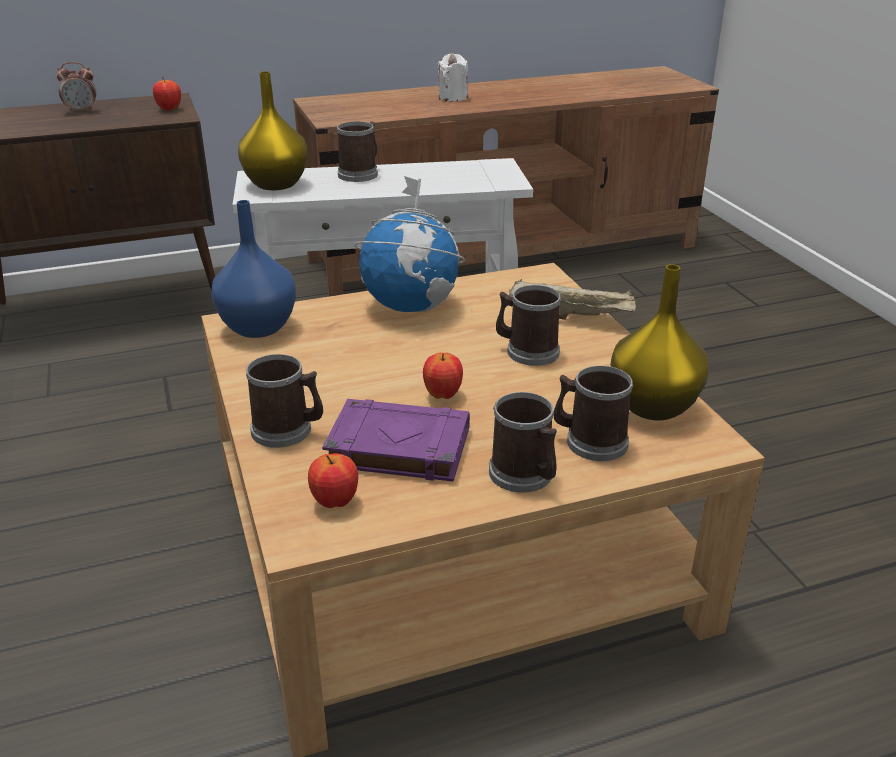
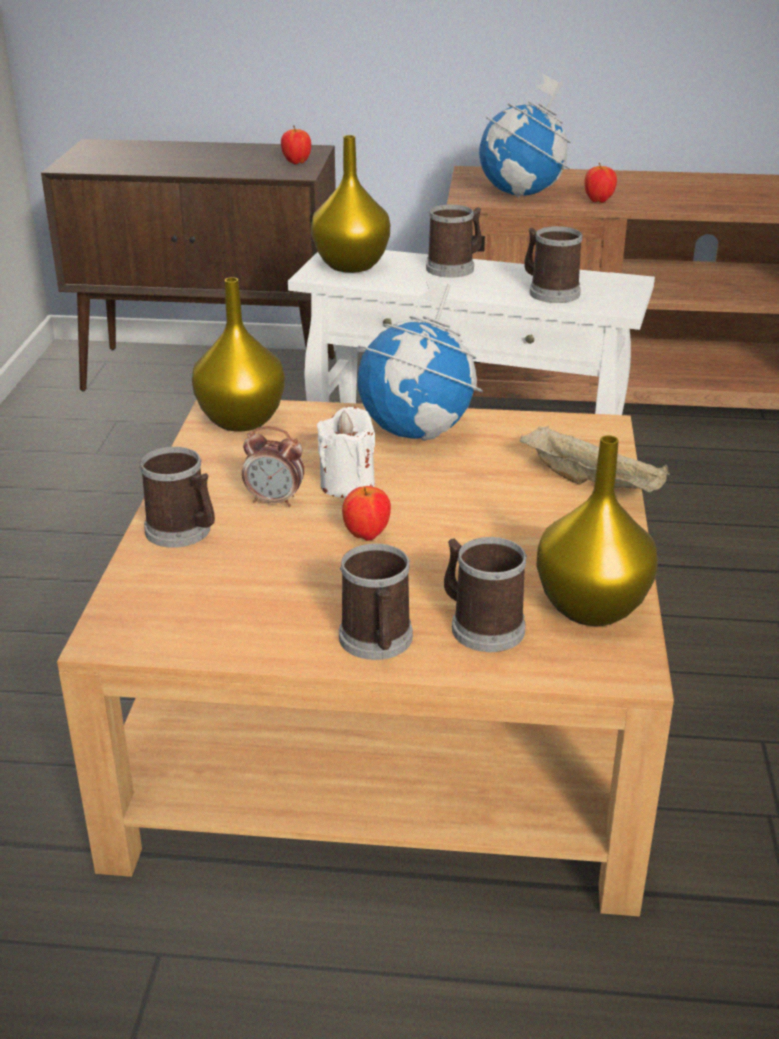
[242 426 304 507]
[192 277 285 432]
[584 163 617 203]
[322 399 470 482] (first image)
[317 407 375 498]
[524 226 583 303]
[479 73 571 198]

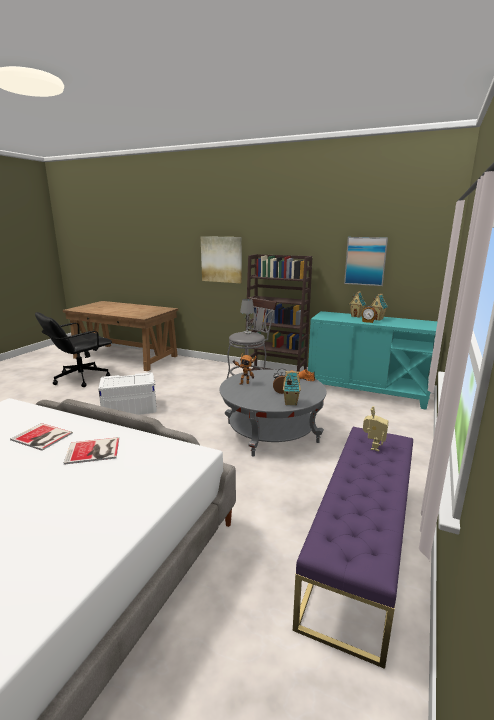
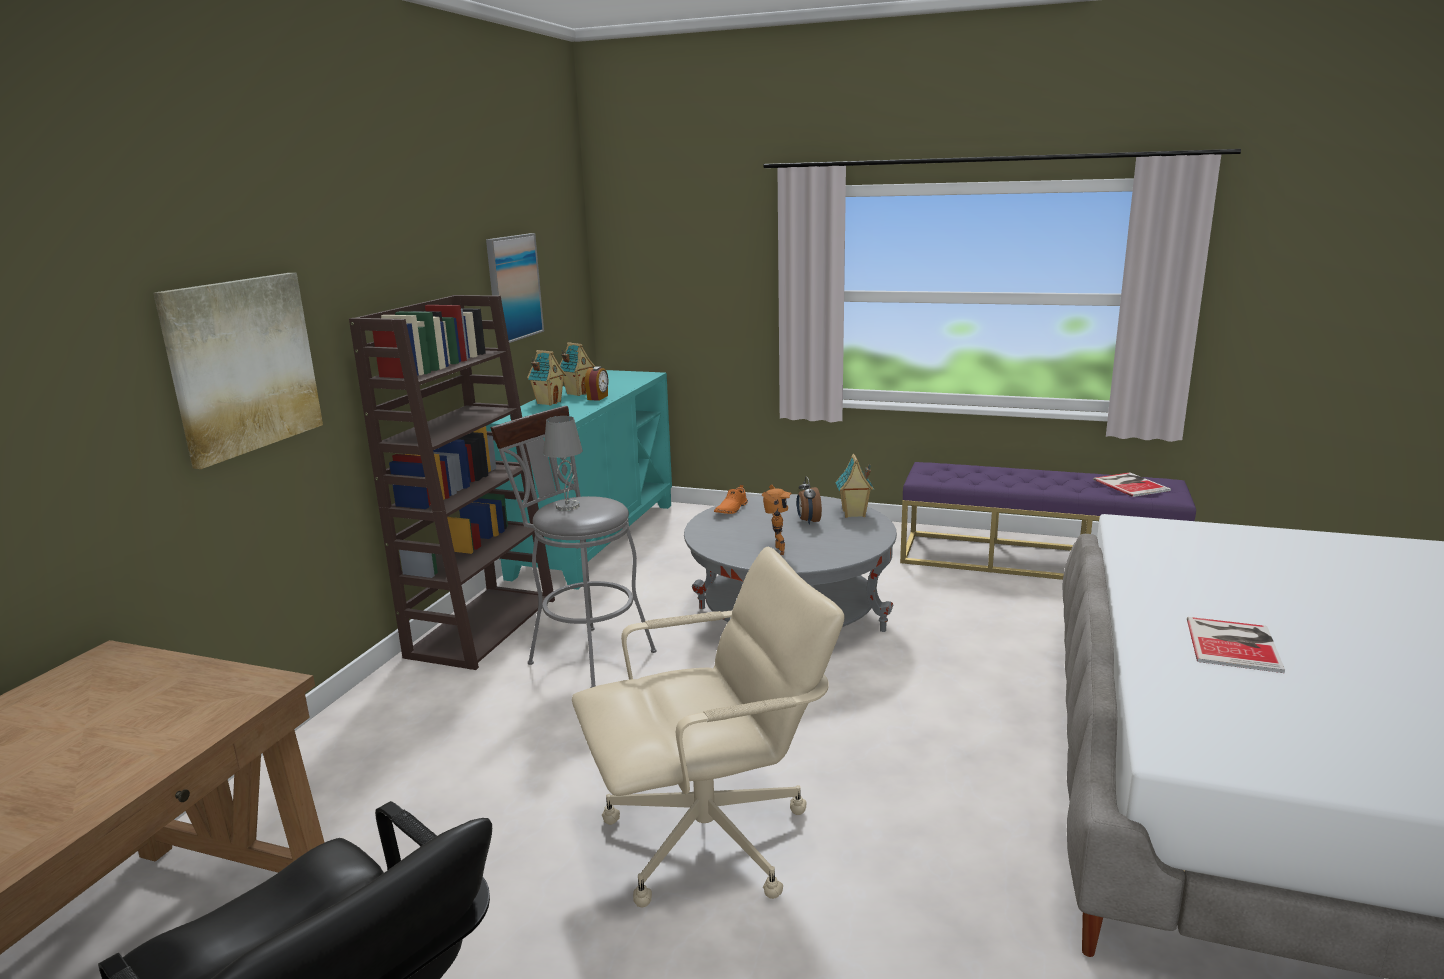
[1093 472 1171 497]
[572 547 845 908]
[363 406 388 451] (first image)

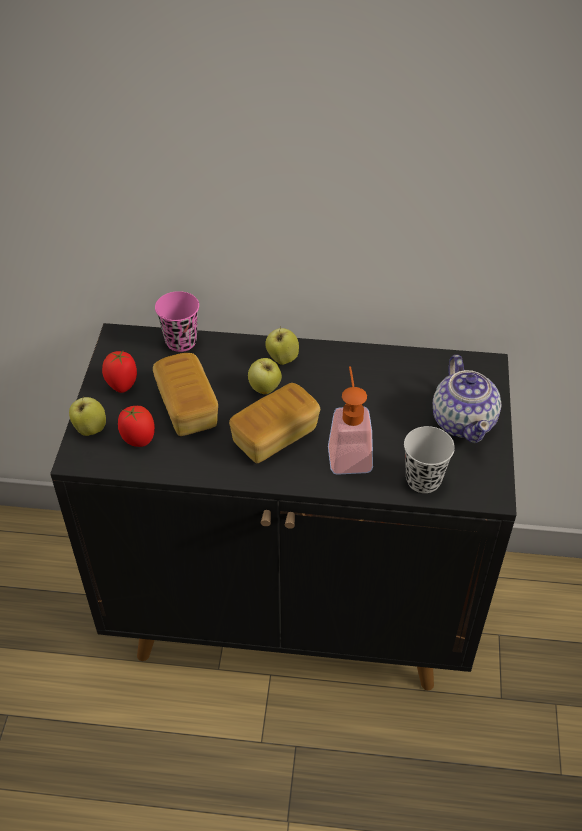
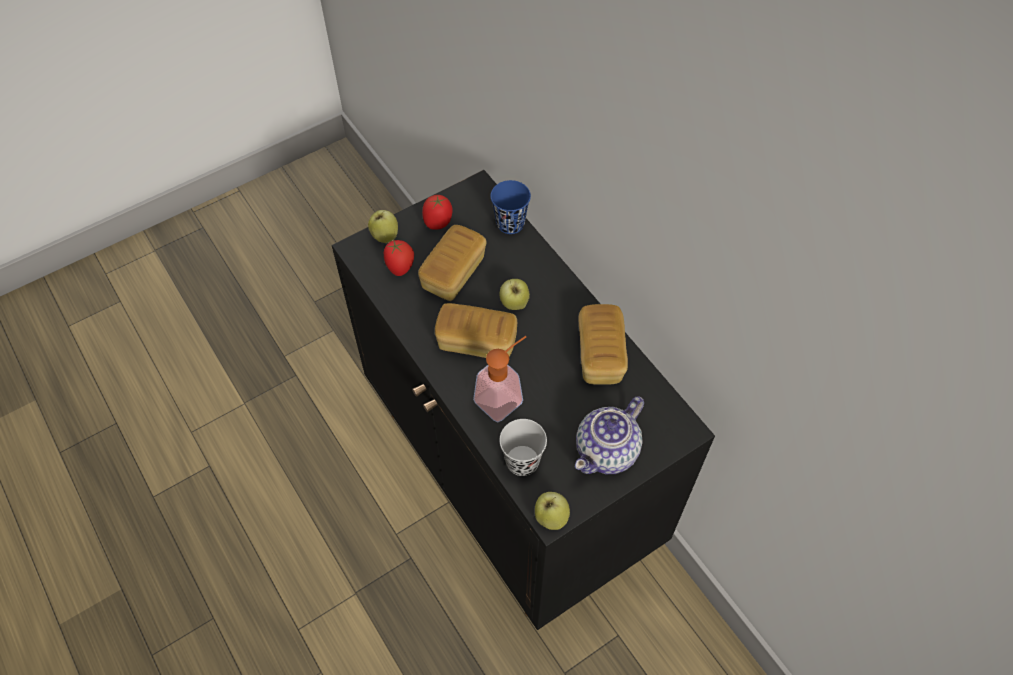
[491 180 531 234]
[535 492 570 530]
[578 304 628 385]

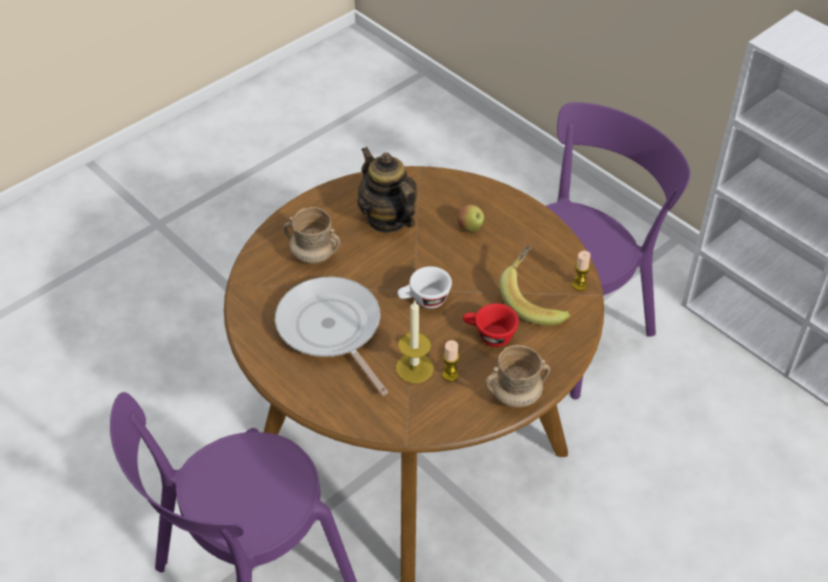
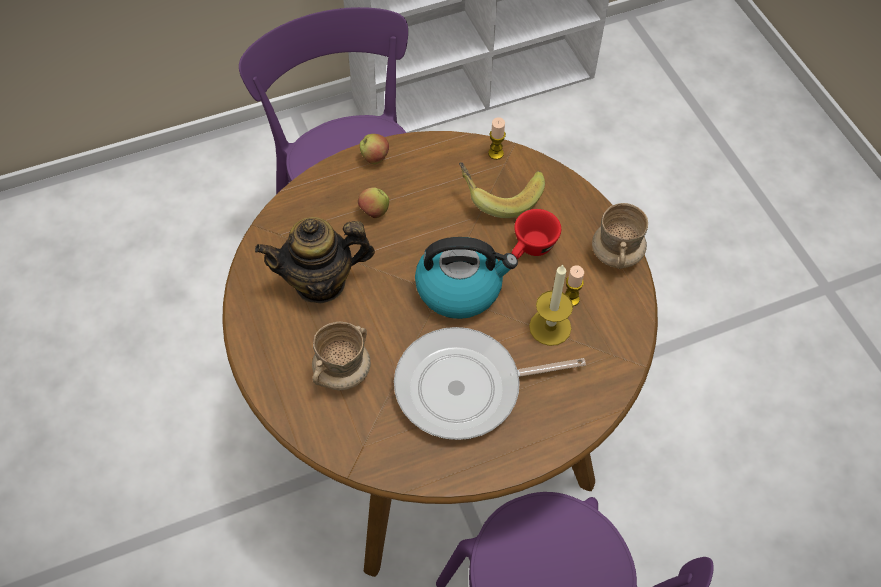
[415 237 518 319]
[360 134 389 164]

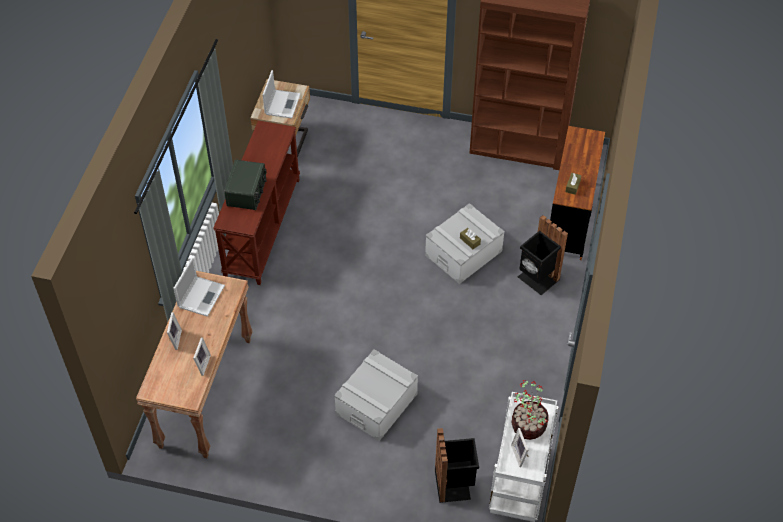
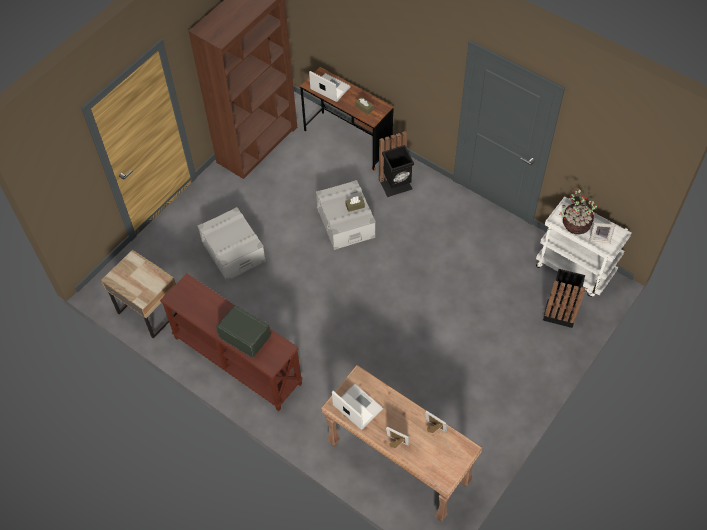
[309 71 351 102]
[198 207 266 281]

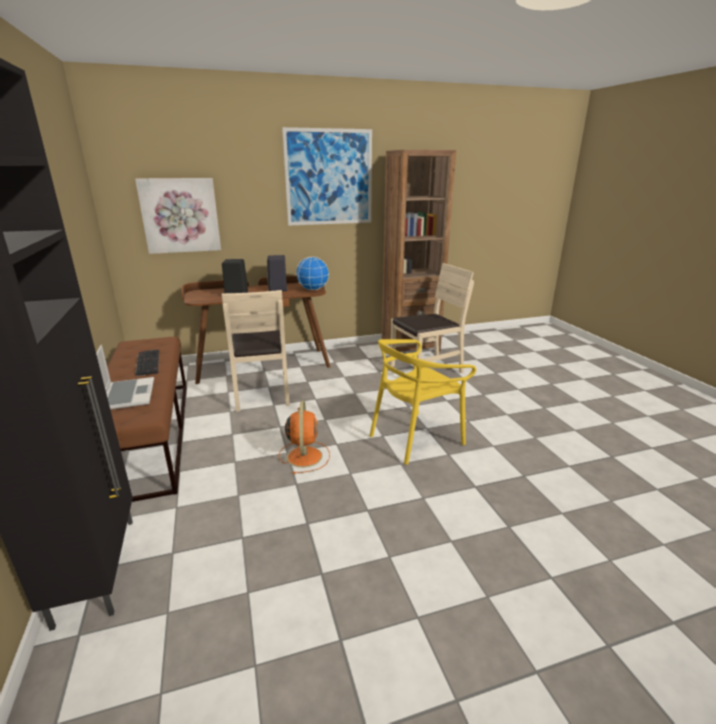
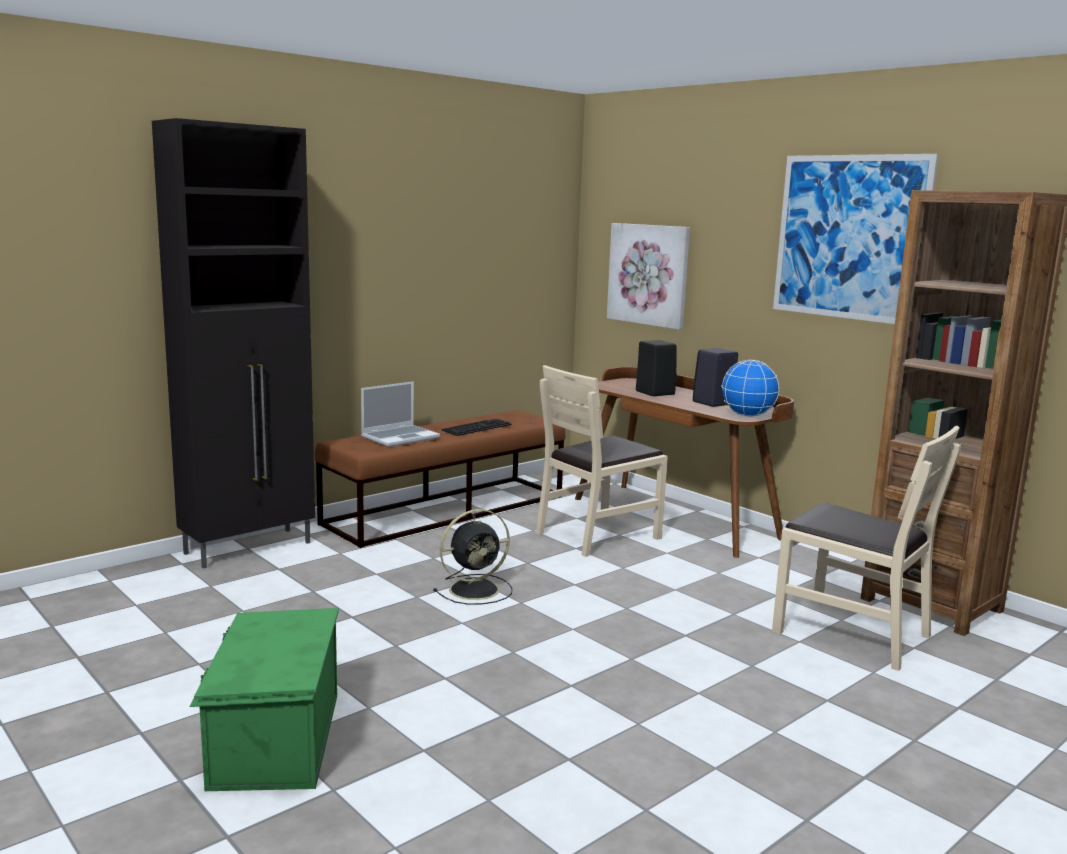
[433 509 512 605]
[370 339 476 465] (first image)
[189 608 339 791]

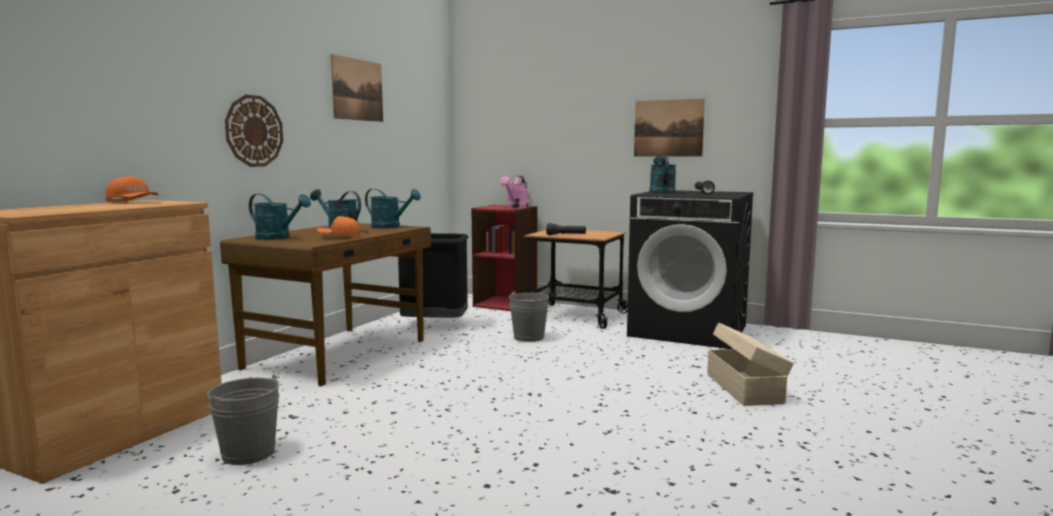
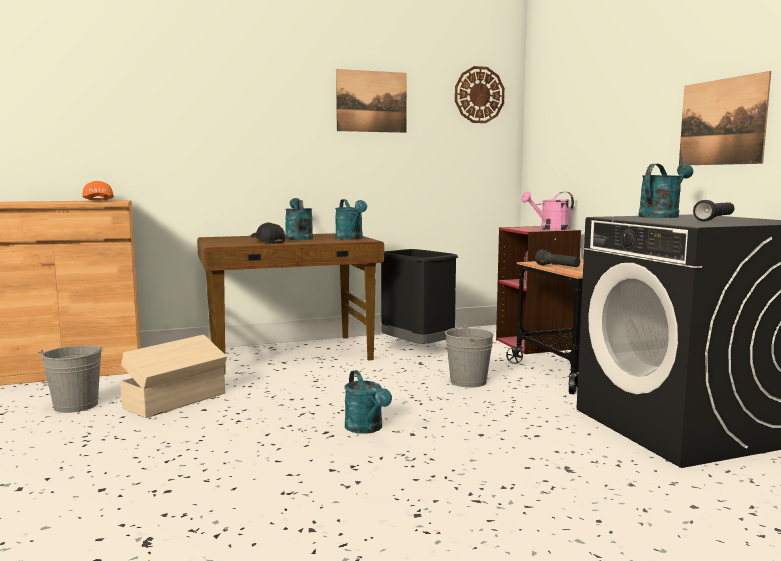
[455 66 505 123]
[344 370 392 434]
[250 222 285 244]
[120 335 227 418]

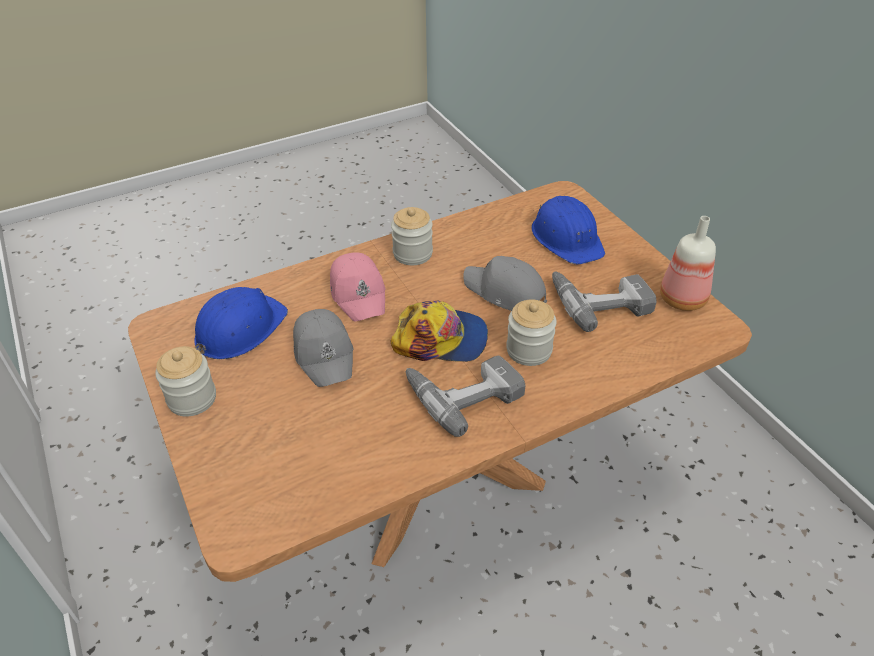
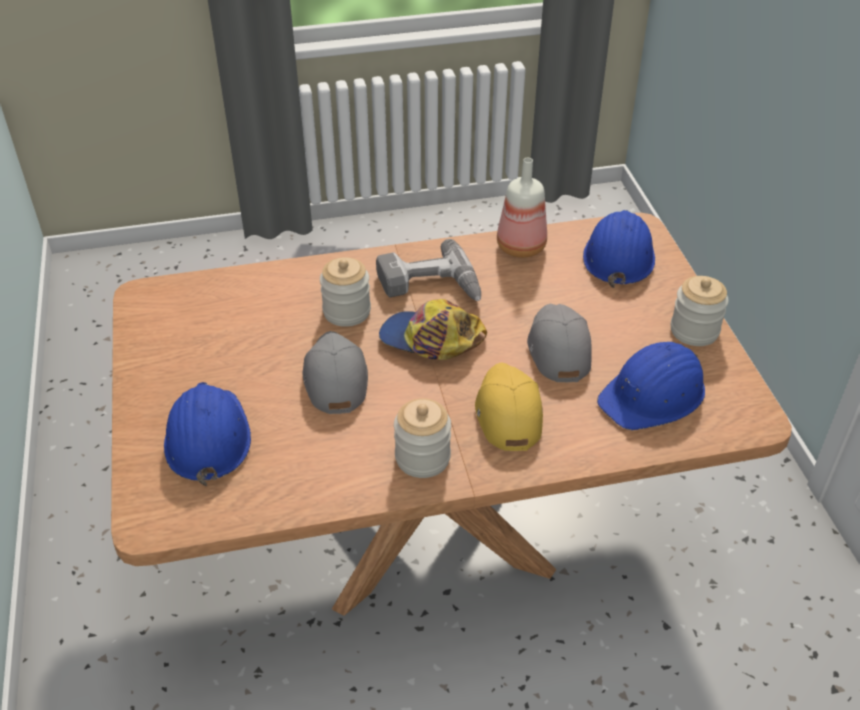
[475 362 543 451]
[303 331 368 414]
[552 271 657 332] (first image)
[497 158 547 258]
[583 210 655 288]

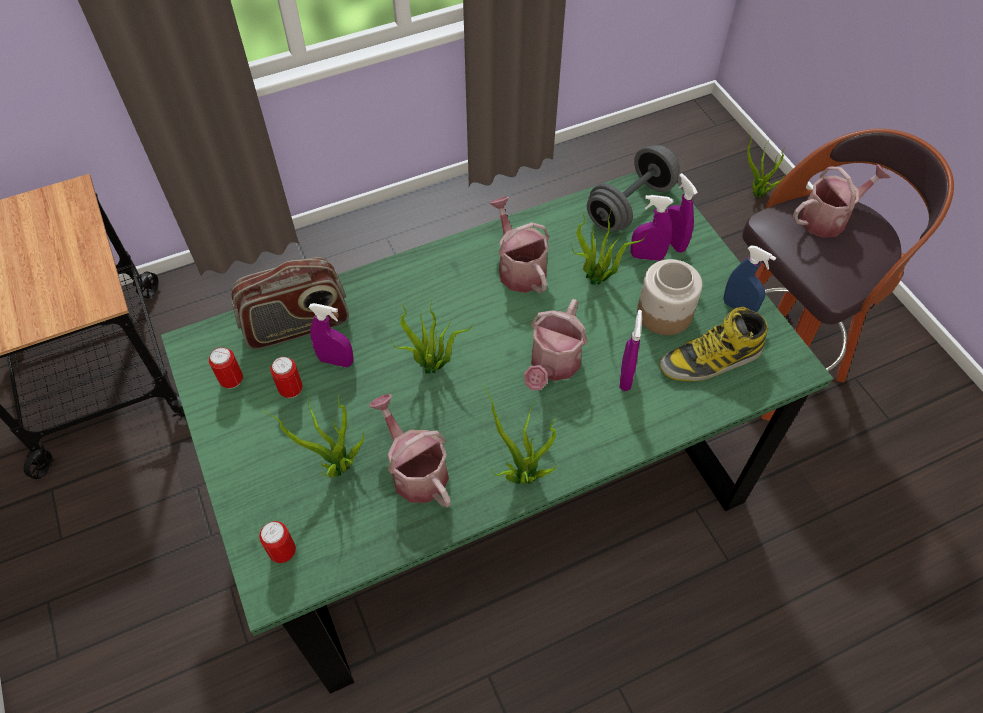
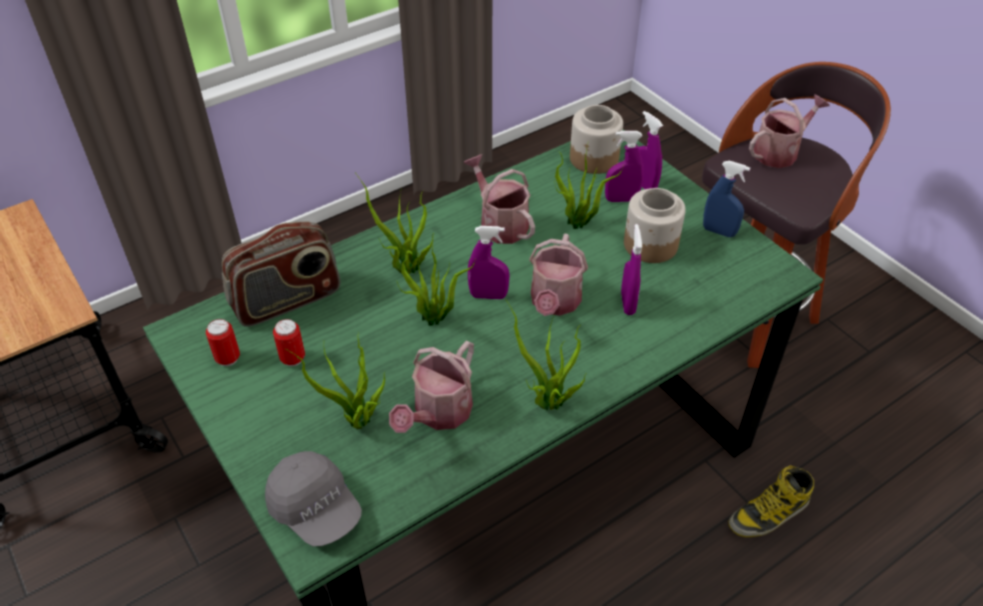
[265 451 362 546]
[468 226 509 299]
[389 341 474 433]
[570 105 623 174]
[728 465 815 537]
[356 174 433 274]

